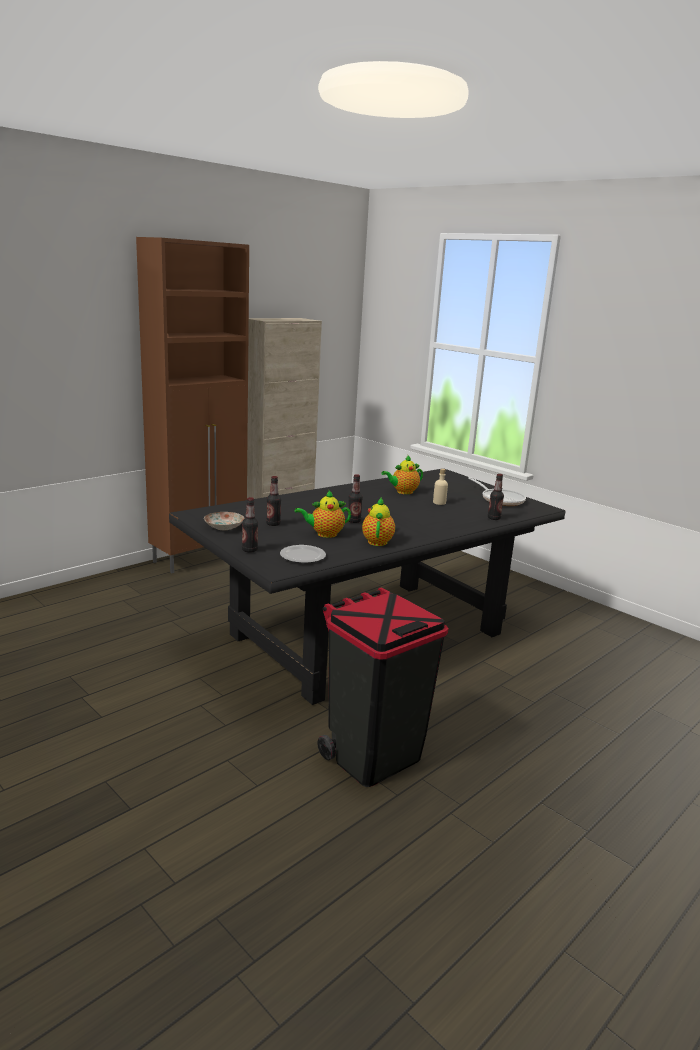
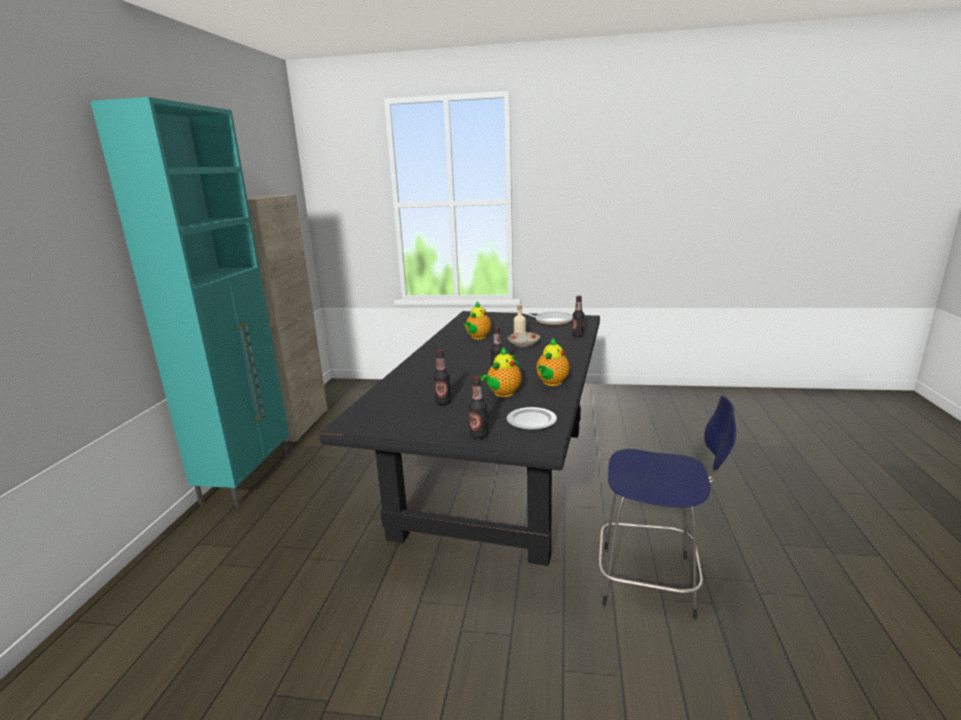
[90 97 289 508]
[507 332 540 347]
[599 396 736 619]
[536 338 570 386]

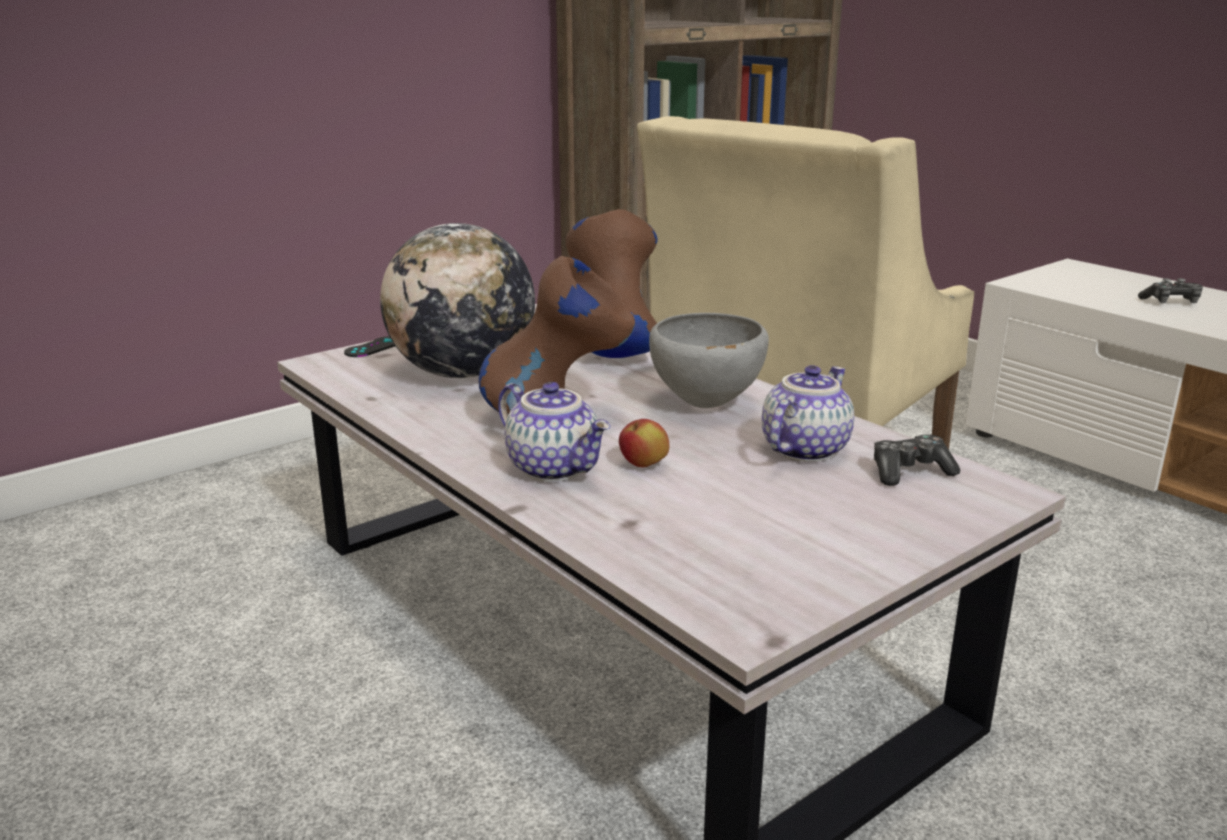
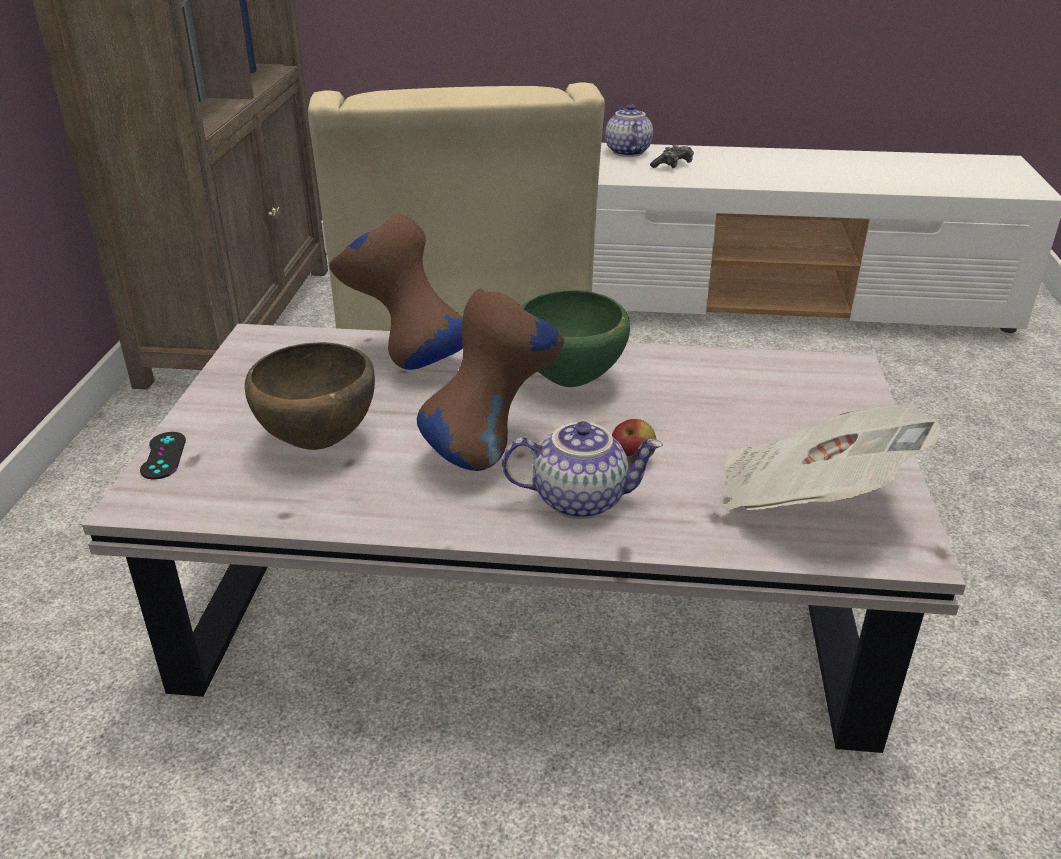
[245 342 375 450]
[521 290 630 387]
[605 104 653 157]
[874 434 960 486] (first image)
[724 403 940 510]

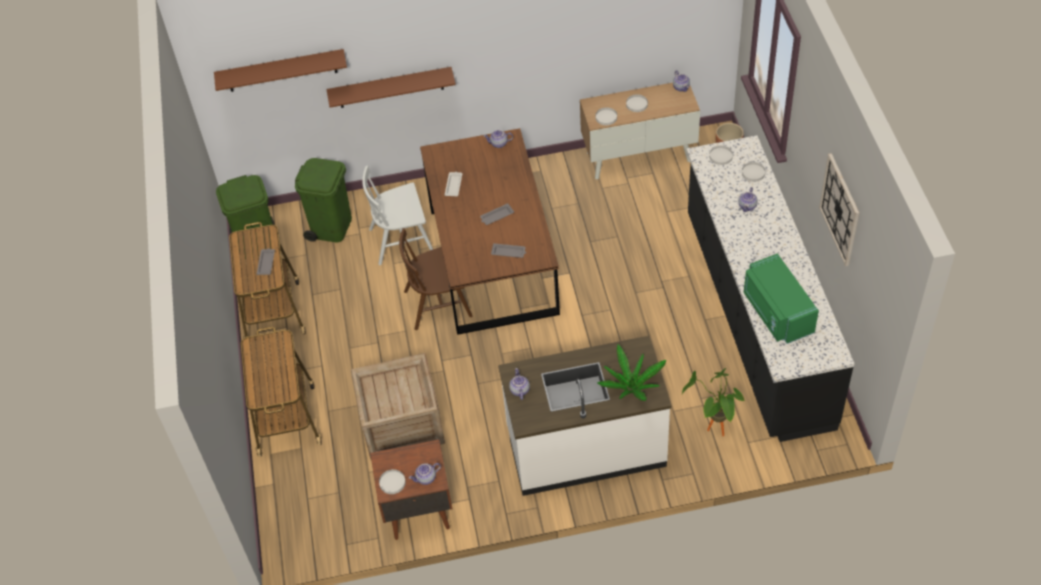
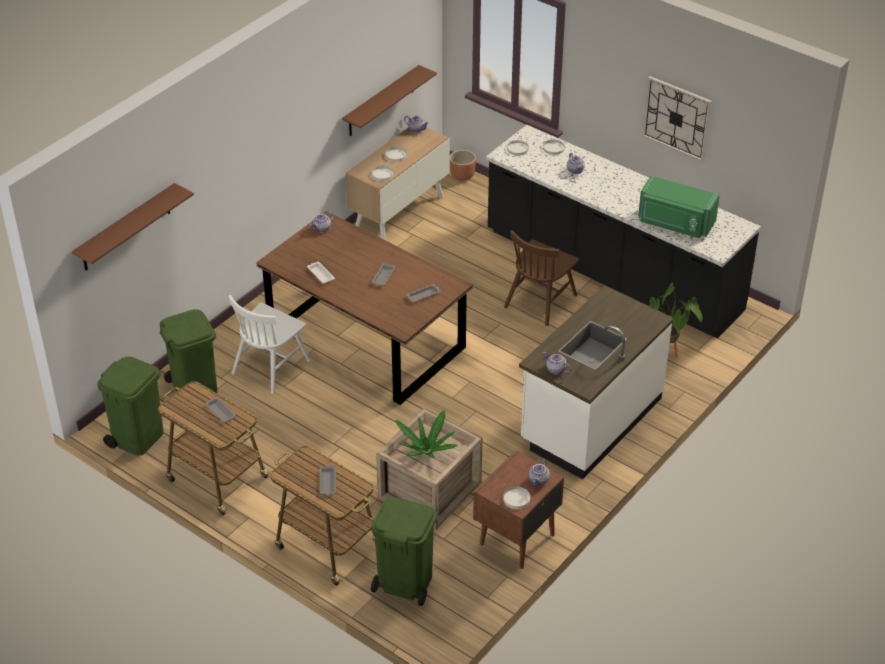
[342 65 437 136]
[504 230 579 326]
[395 410 457 458]
[320 466 336 496]
[371 497 437 606]

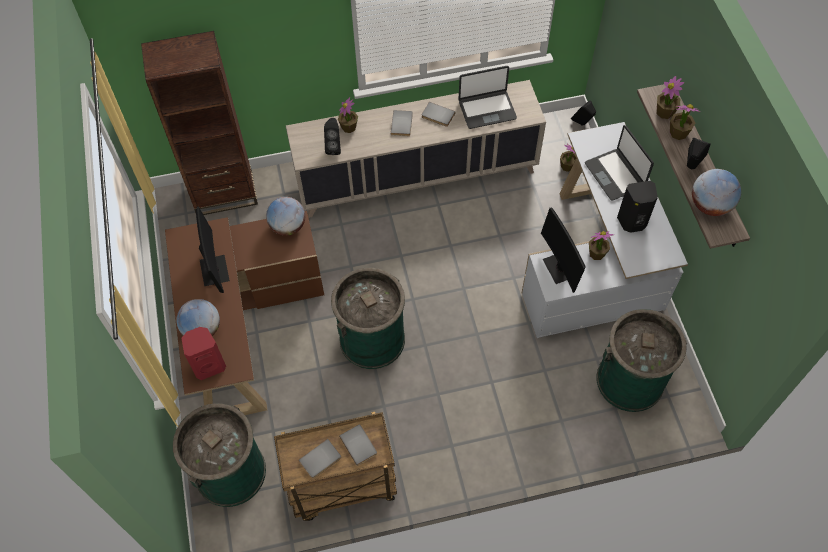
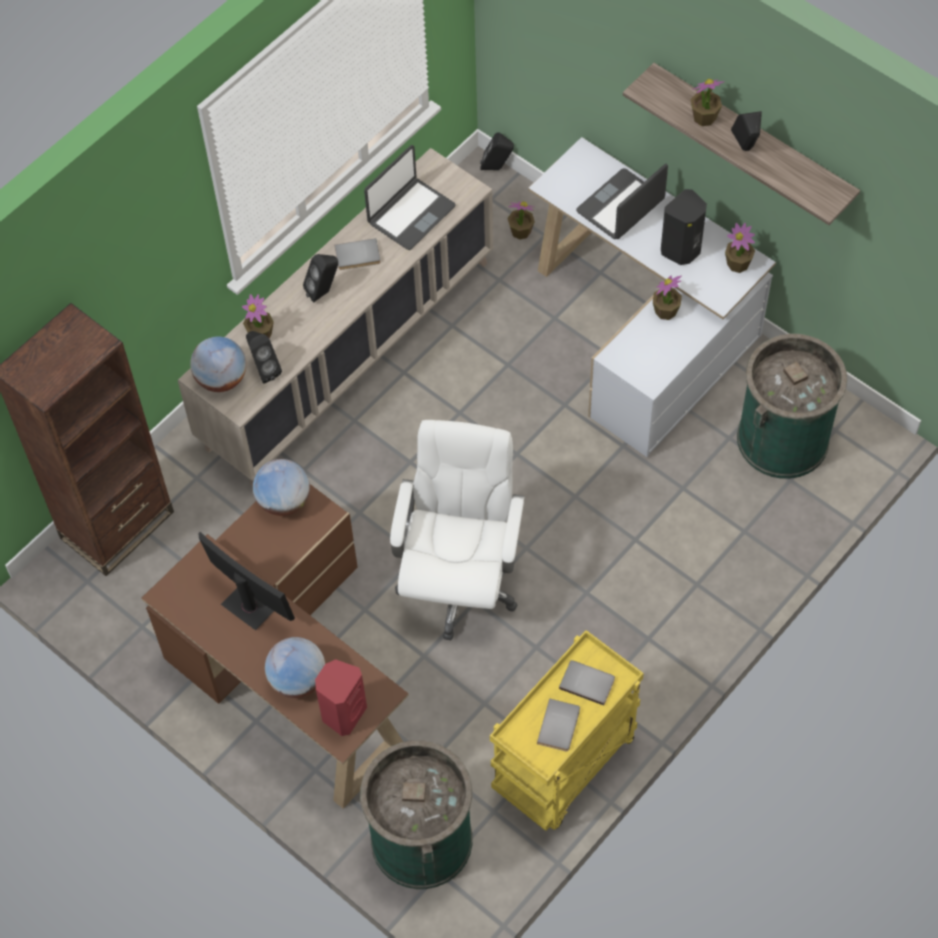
[490 630 644 831]
[390 420 525 640]
[303 254 338 303]
[541 208 586 293] (first image)
[576 164 668 239]
[725 223 755 273]
[190 336 246 392]

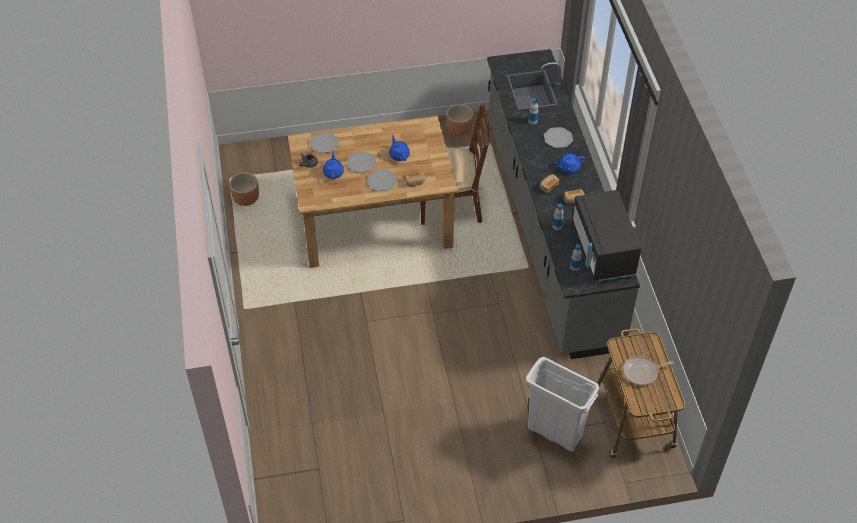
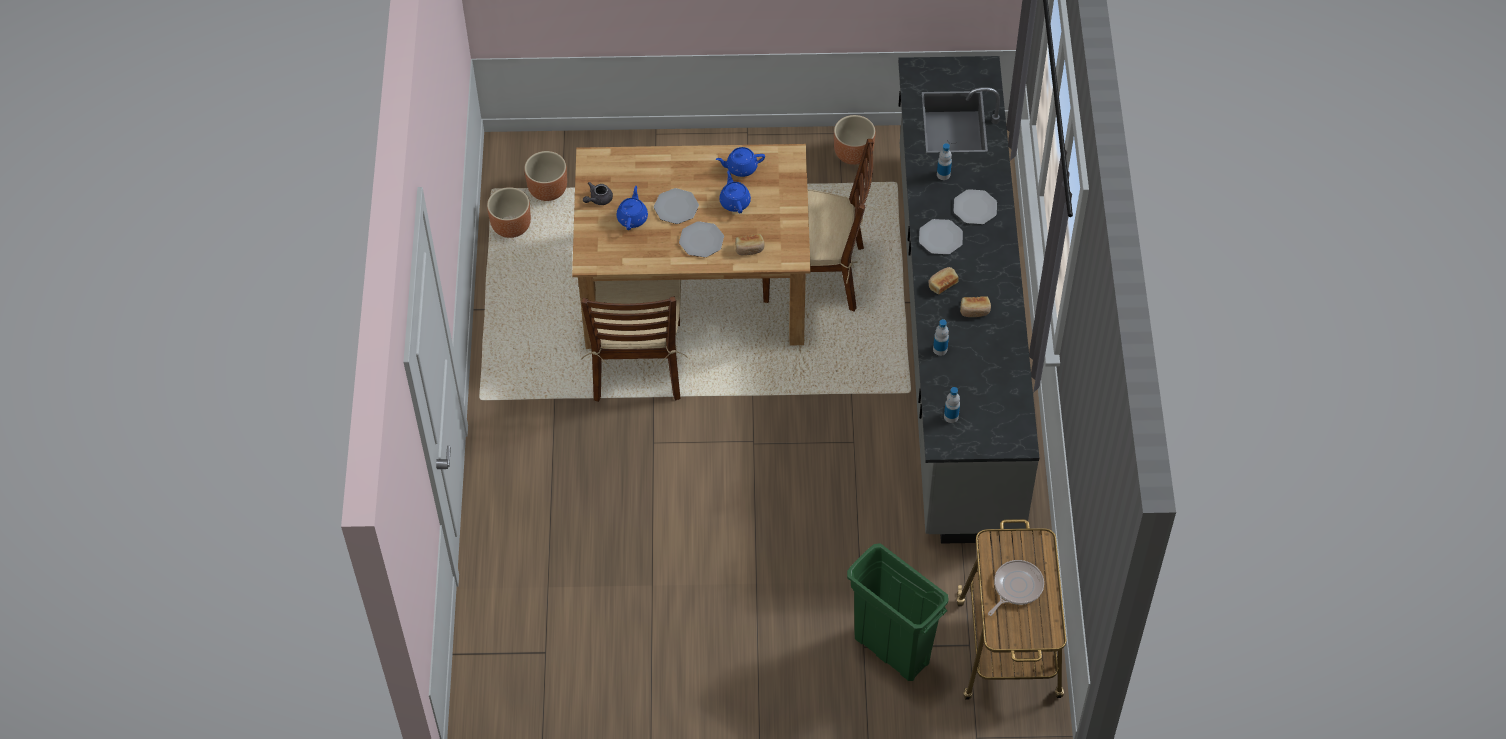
[919 219 963 255]
[847 543 948 681]
[716 147 765 177]
[572 190 642 281] (first image)
[988 560 1044 616]
[524 151 567 201]
[581 280 688 402]

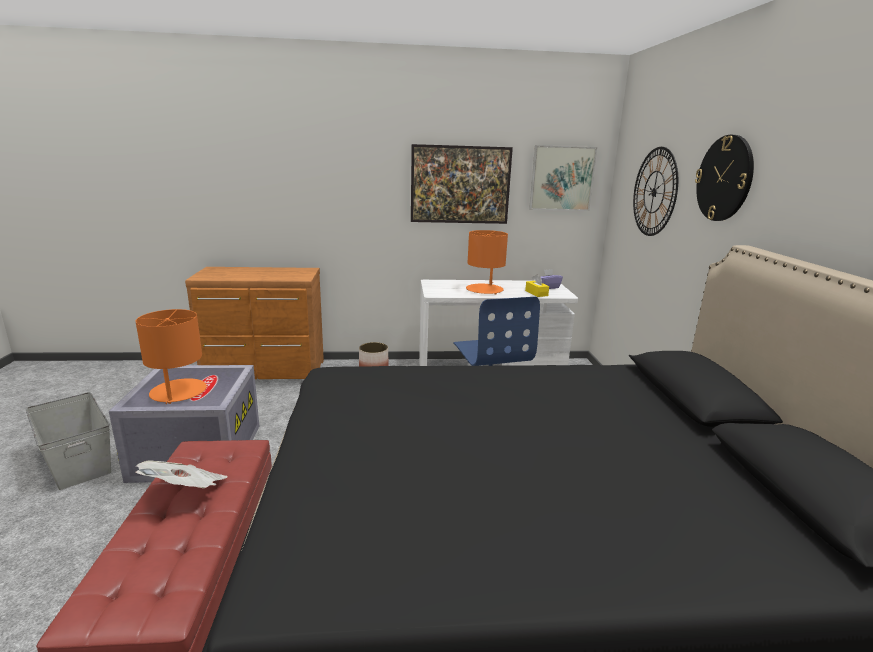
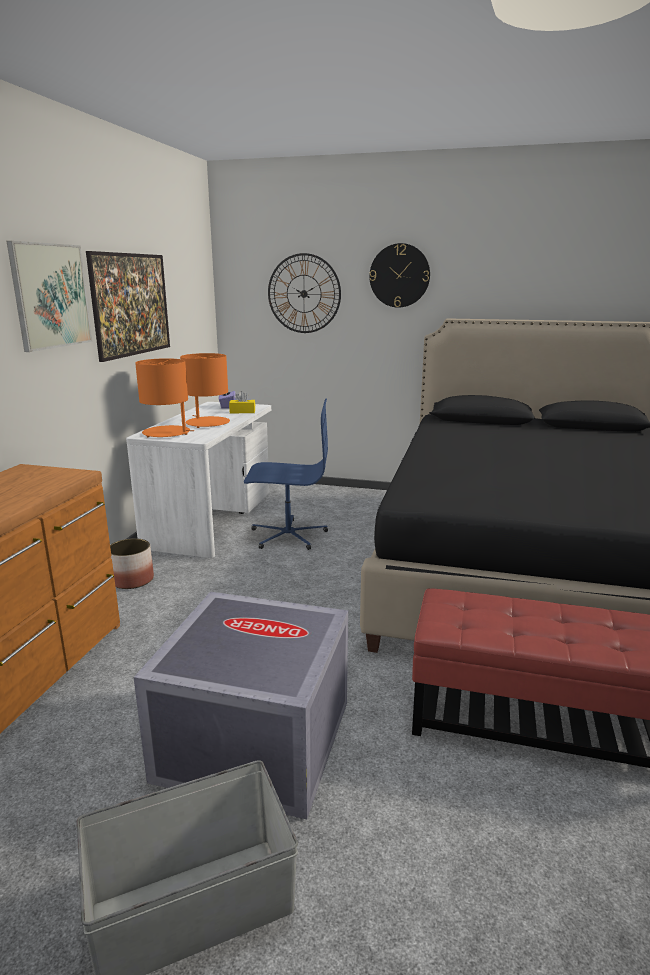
[135 460 228 488] (first image)
[135 358 194 437]
[7 241 92 352]

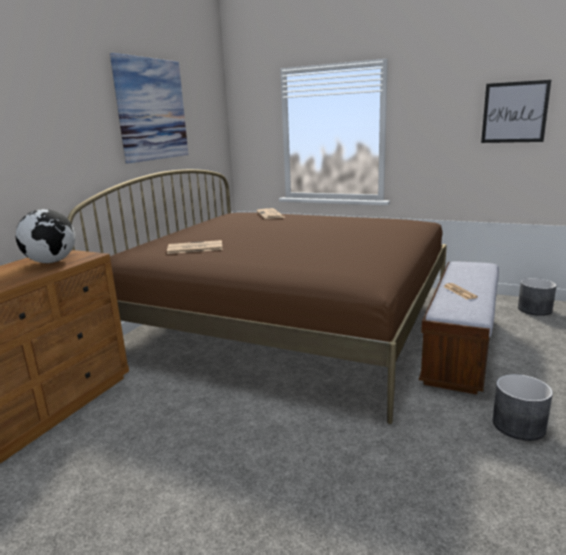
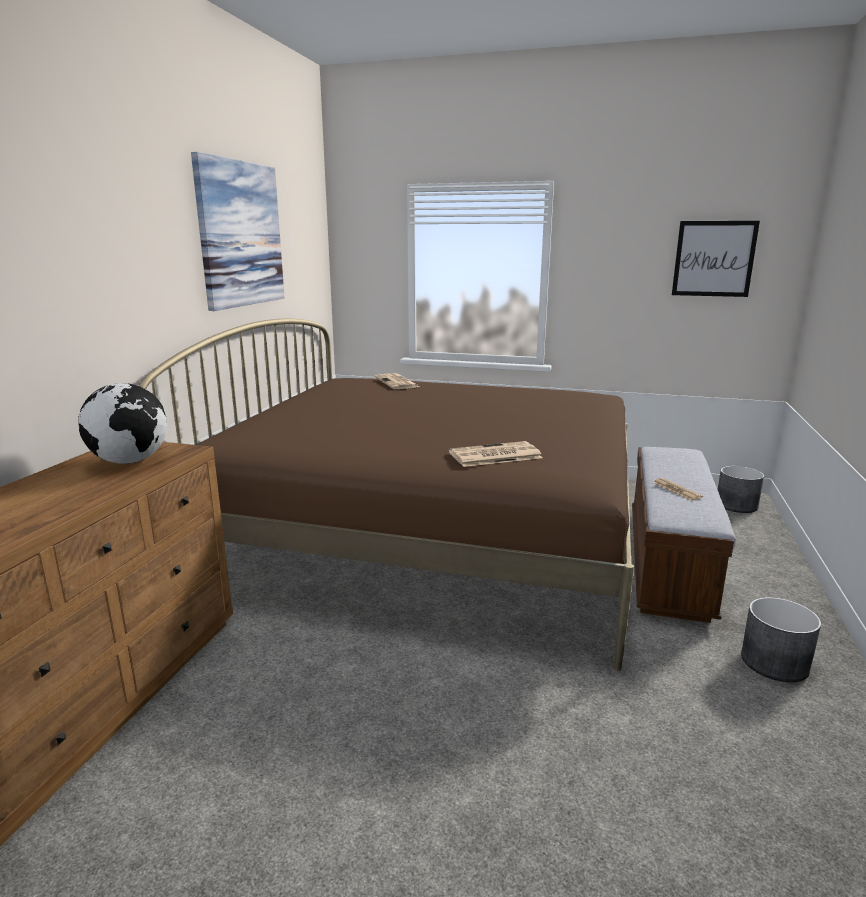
[449 441 542 467]

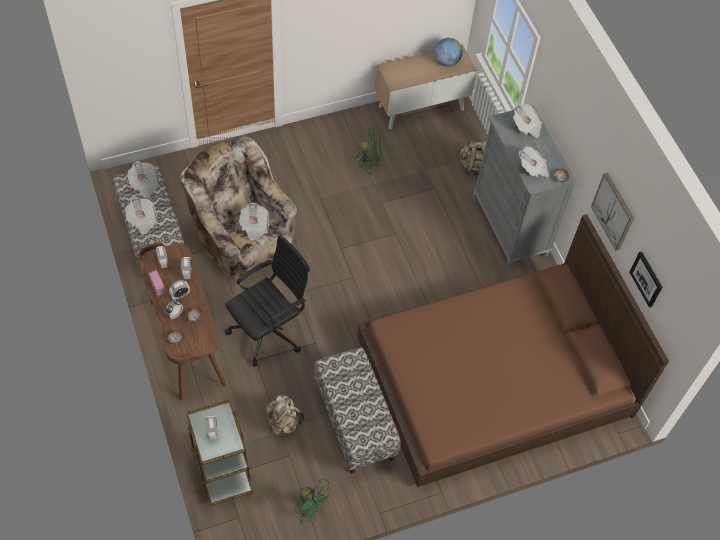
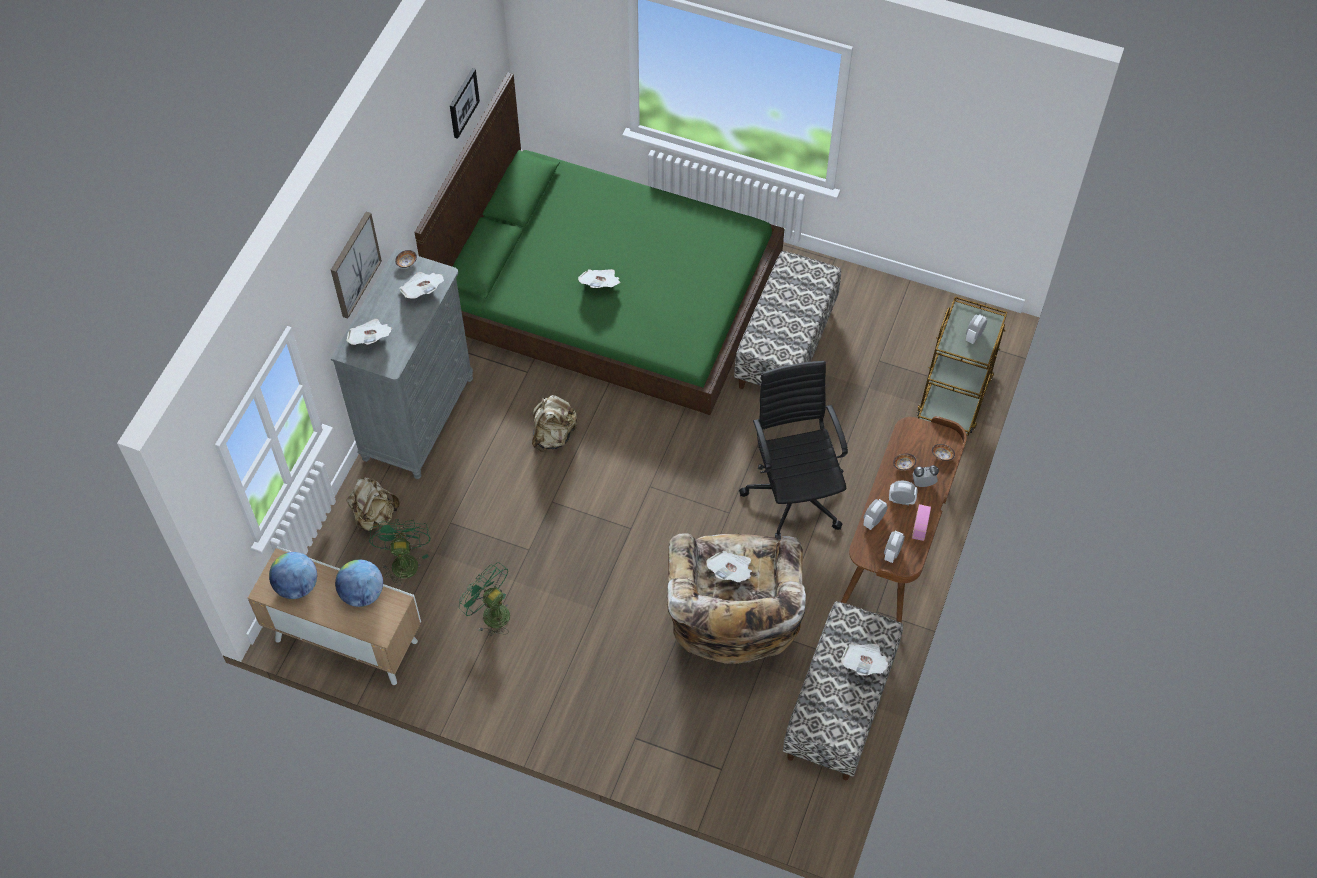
[578 269 620 288]
[739 361 848 540]
[532 395 578 452]
[369 519 430 586]
[414 72 785 415]
[331 212 382 319]
[335 560 383 607]

